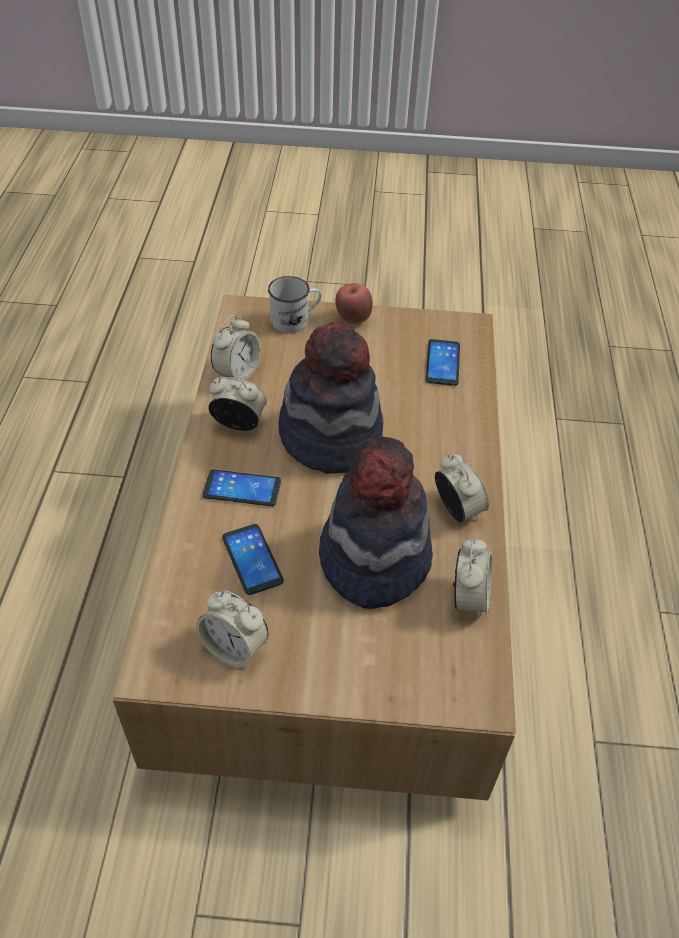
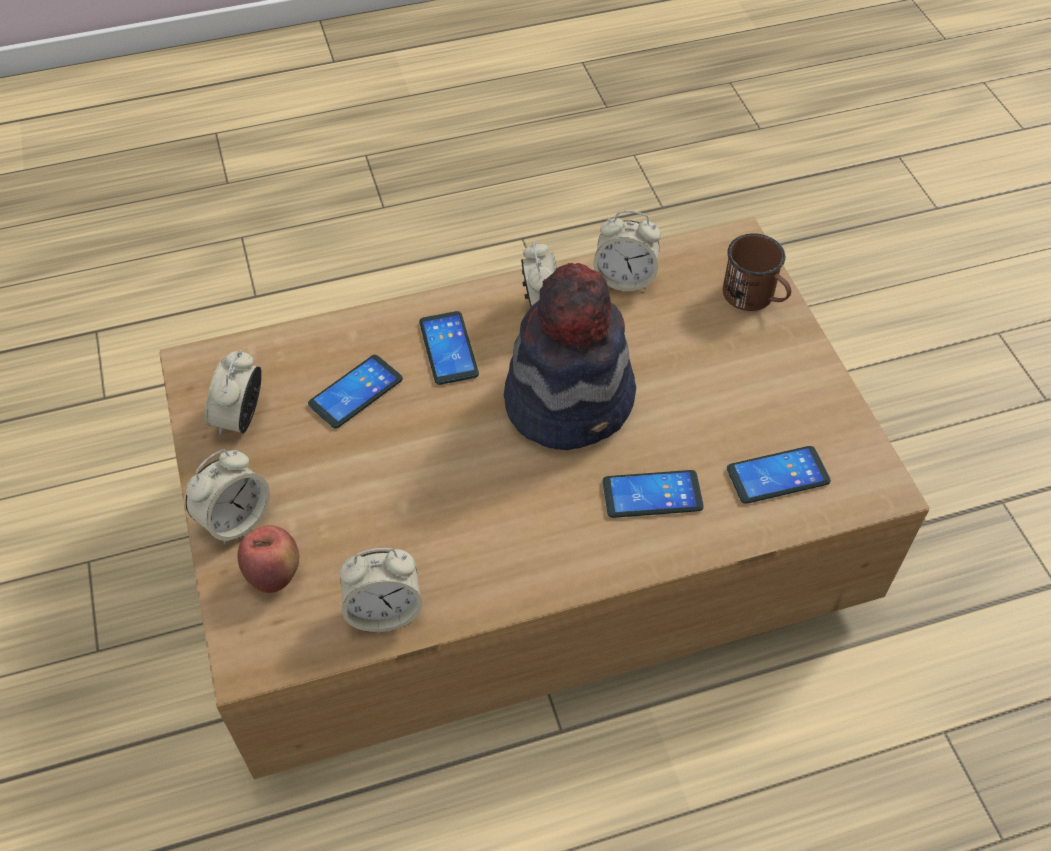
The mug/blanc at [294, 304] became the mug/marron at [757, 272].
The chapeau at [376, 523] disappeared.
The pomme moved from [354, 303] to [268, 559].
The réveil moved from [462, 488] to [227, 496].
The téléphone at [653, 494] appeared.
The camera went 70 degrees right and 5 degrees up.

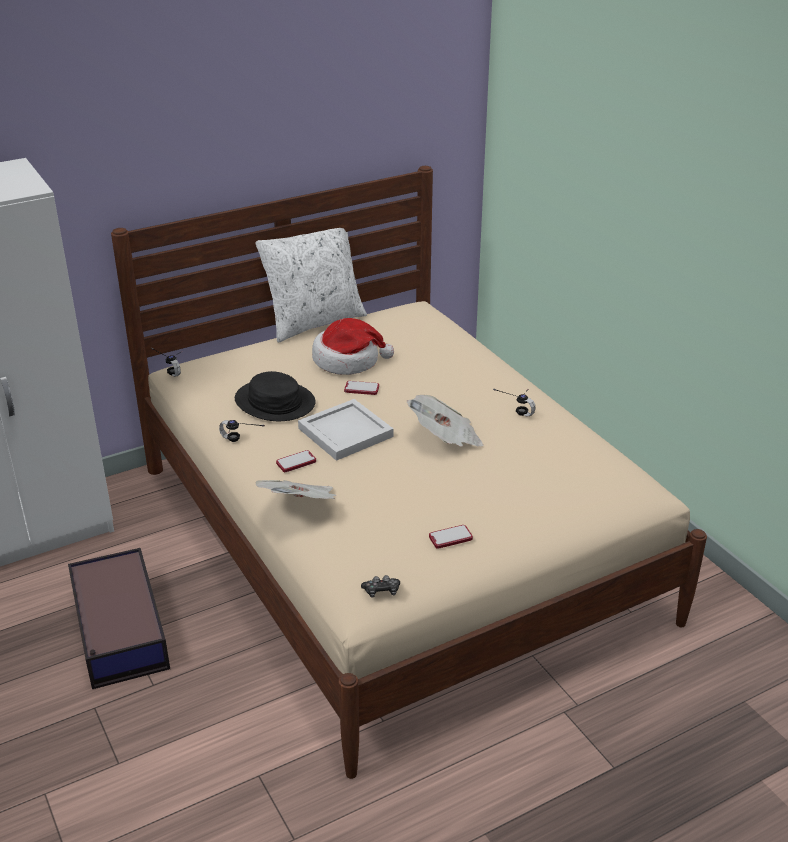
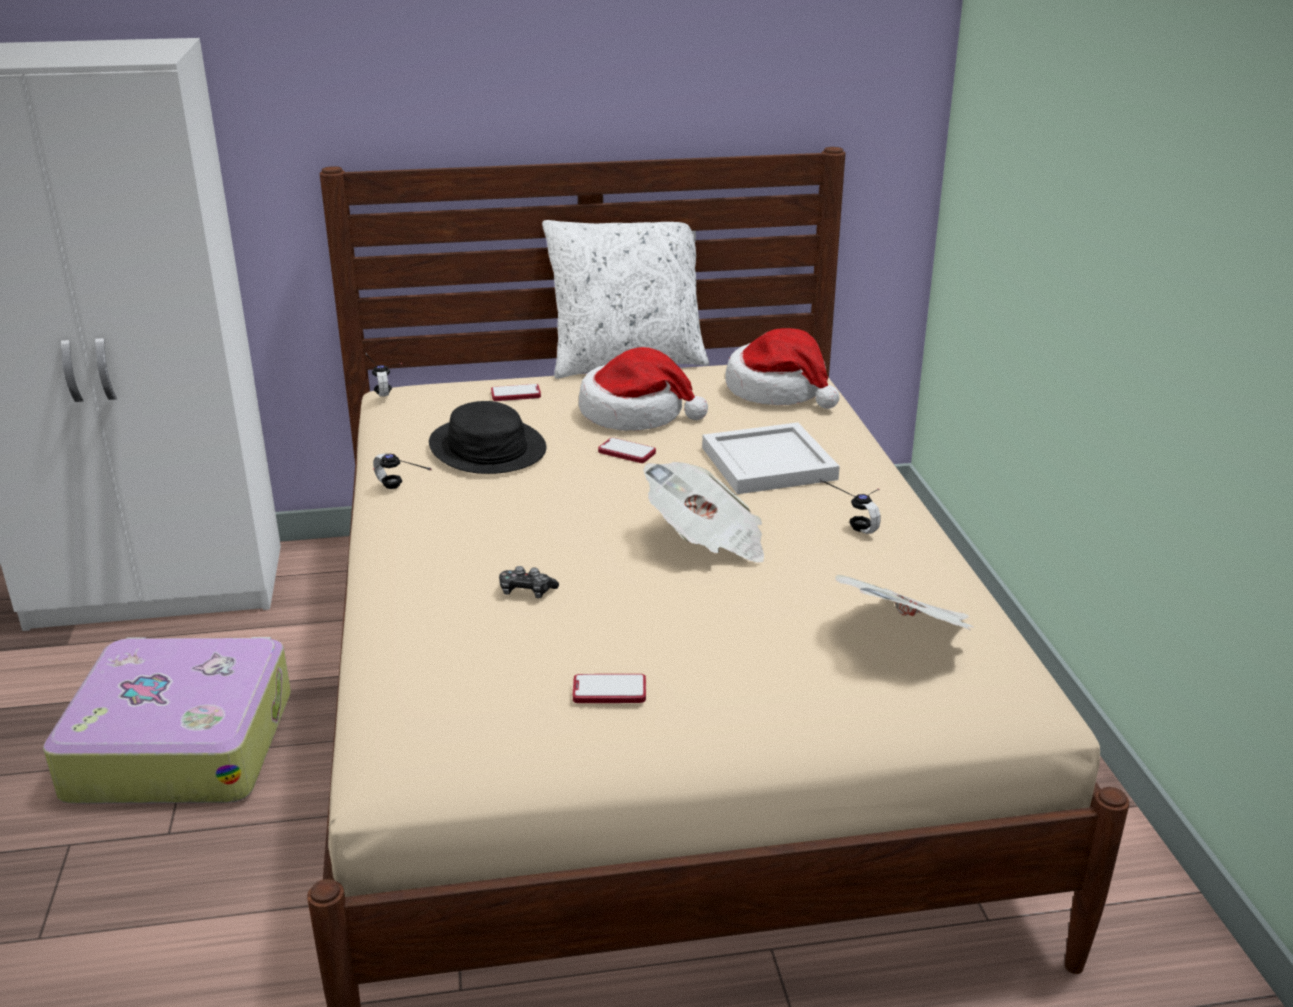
The boîte de rangement at [119, 618] was replaced by the valise at [167, 720].
The journal moved from [296, 489] to [904, 603].
The téléphone moved from [296, 461] to [516, 392].
The plateau/blanc moved from [346, 430] to [771, 458].
The manette moved from [380, 586] to [529, 582].
The chapeau at [782, 368] appeared.
The camera went 20 degrees right and 5 degrees down.

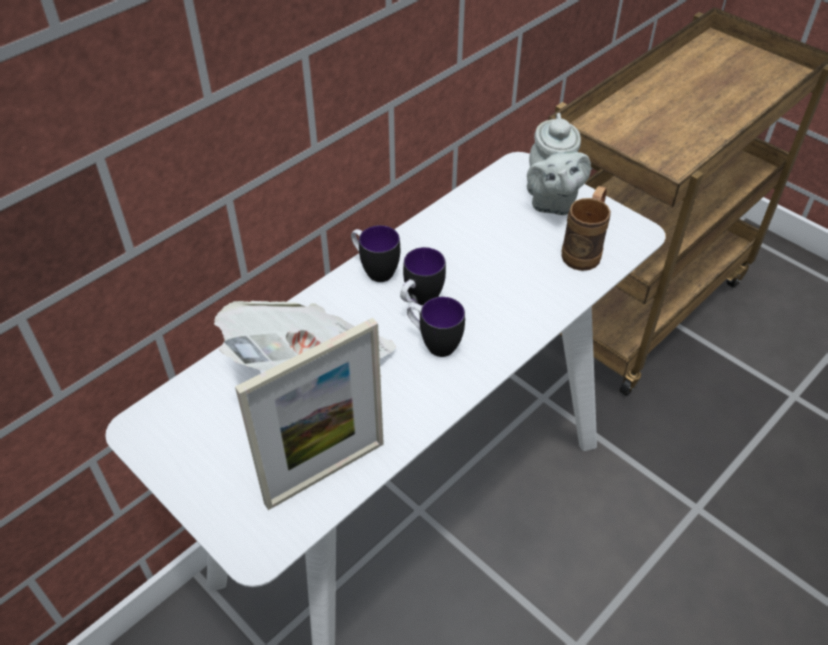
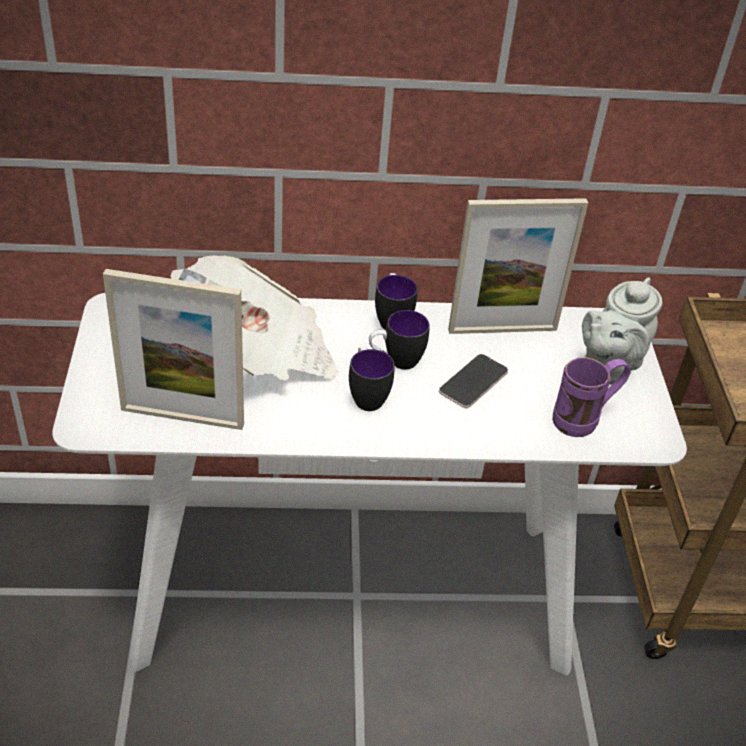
The mug/marron at [586, 228] became the mug/violet at [591, 397].
The téléphone at [473, 381] appeared.
The cadre photo at [518, 266] appeared.
The camera went 40 degrees right and 5 degrees down.

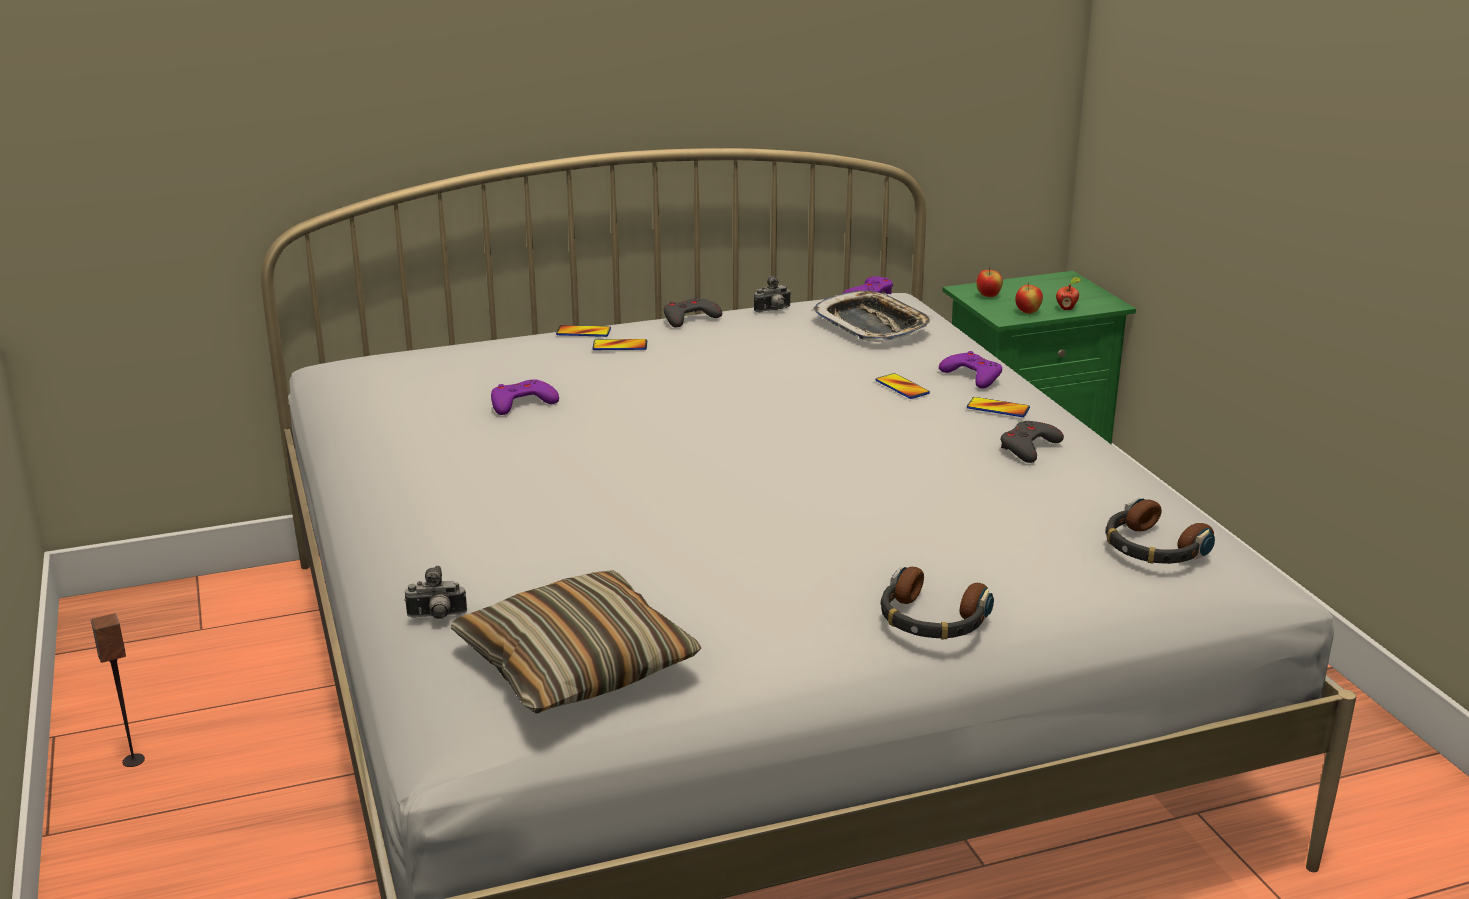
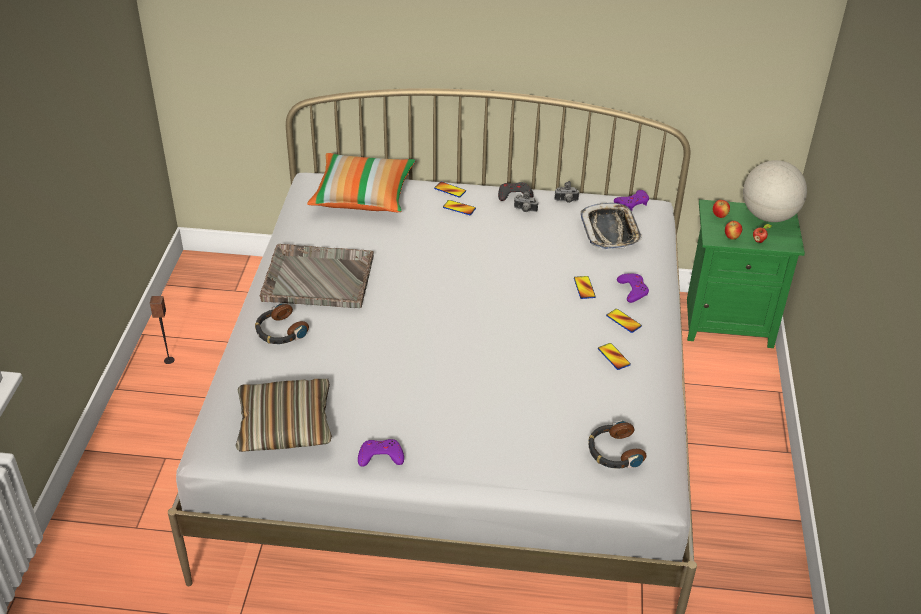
The appareil photo moved from [435, 592] to [526, 201].
The manette/violet moved from [525, 397] to [381, 452].
The casque audio moved from [937, 603] to [282, 323].
The manette/gris at [1032, 442] was replaced by the téléphone at [614, 356].
The plateau/gris at [317, 276] appeared.
The coussin at [361, 182] appeared.
The globe at [775, 191] appeared.
The camera went 25 degrees right and 15 degrees up.

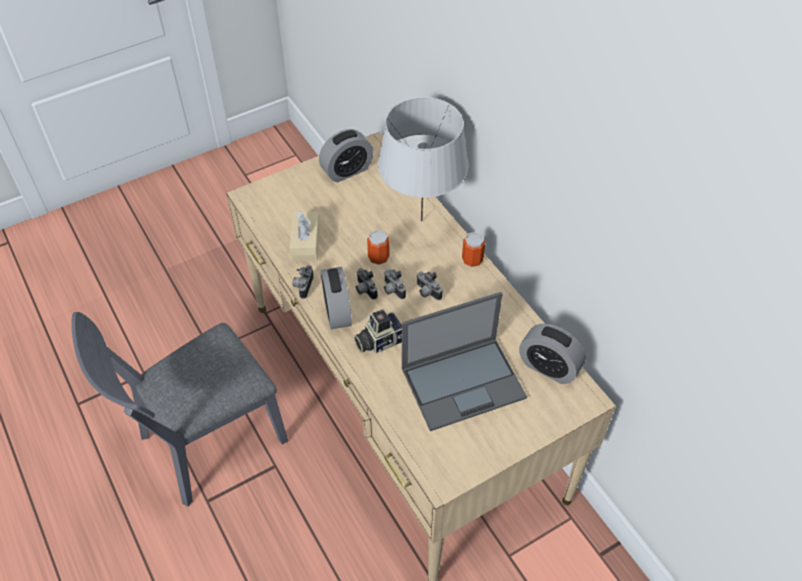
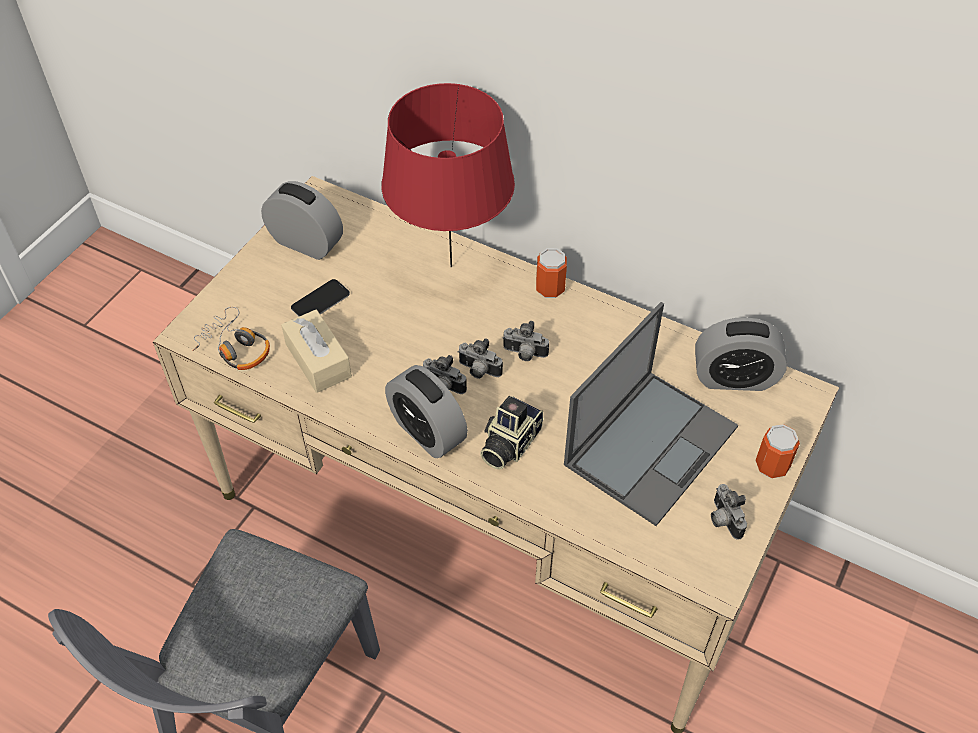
The appareil photo moved from [303, 282] to [729, 512].
The réveil at [346, 155] turned 90 degrees counterclockwise.
The boîte métallique moved from [378, 247] to [777, 451].
The lampe de table/gris at [423, 159] became the lampe de table/rouge at [448, 175].
The casque audio at [231, 338] appeared.
The téléphone at [320, 297] appeared.
The camera went 30 degrees left and 0 degrees up.

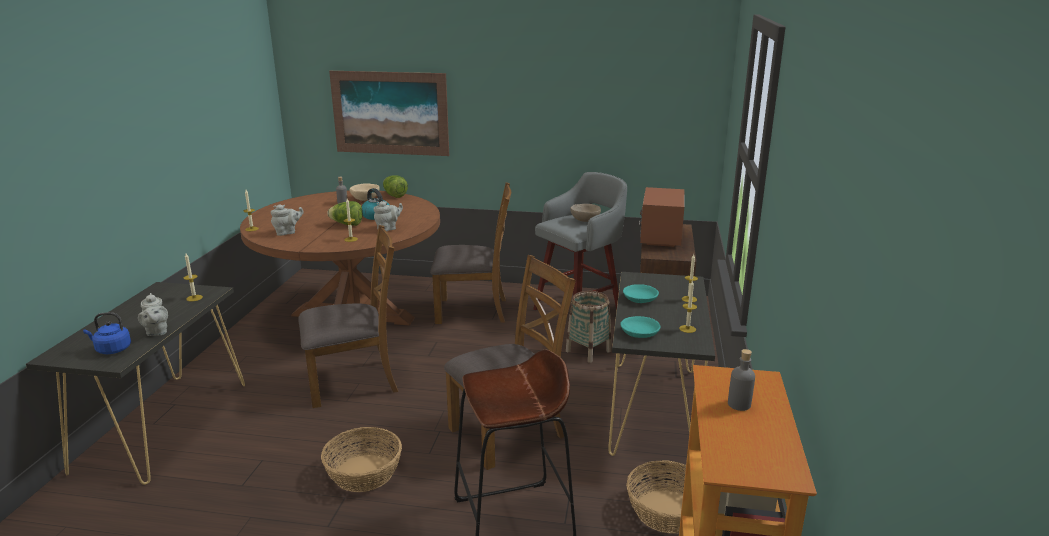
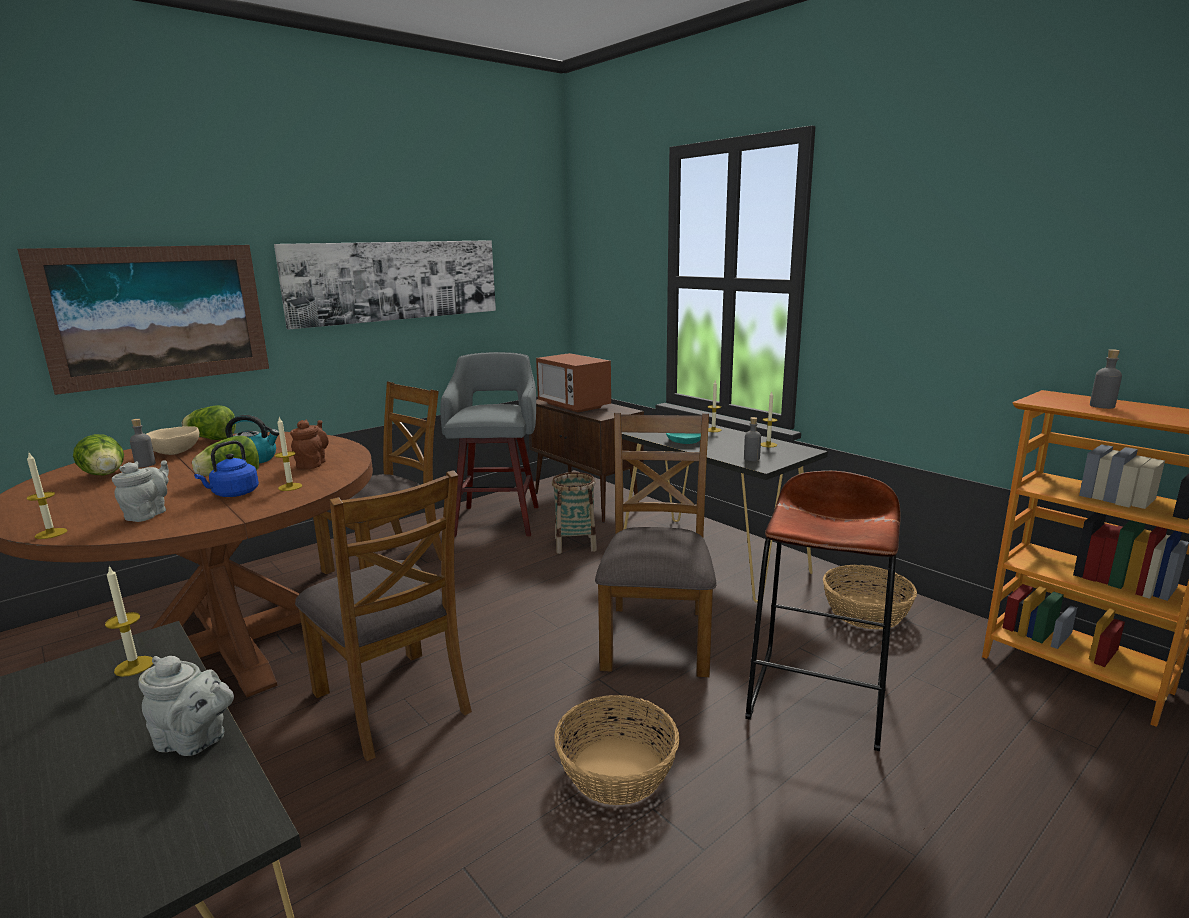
The bouilloire/bleu moved from [107, 333] to [226, 469].
The chaise/marron at [348, 316] turned 120 degrees clockwise.
The théière/gris at [388, 216] became the théière/marron at [309, 444].
The bol/beige at [585, 213] disappeared.
The bol/turquoise at [640, 327] was replaced by the bouteille/gris at [752, 439].
The laitue at [98, 454] appeared.
The tableau at [385, 284] appeared.
The camera went 50 degrees left and 5 degrees down.

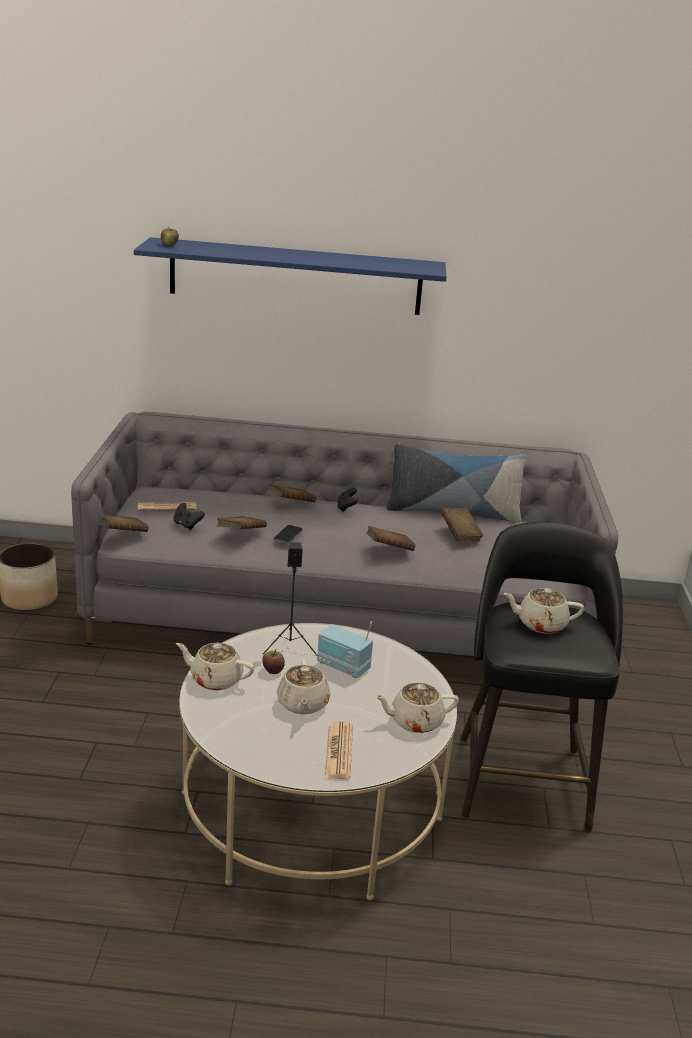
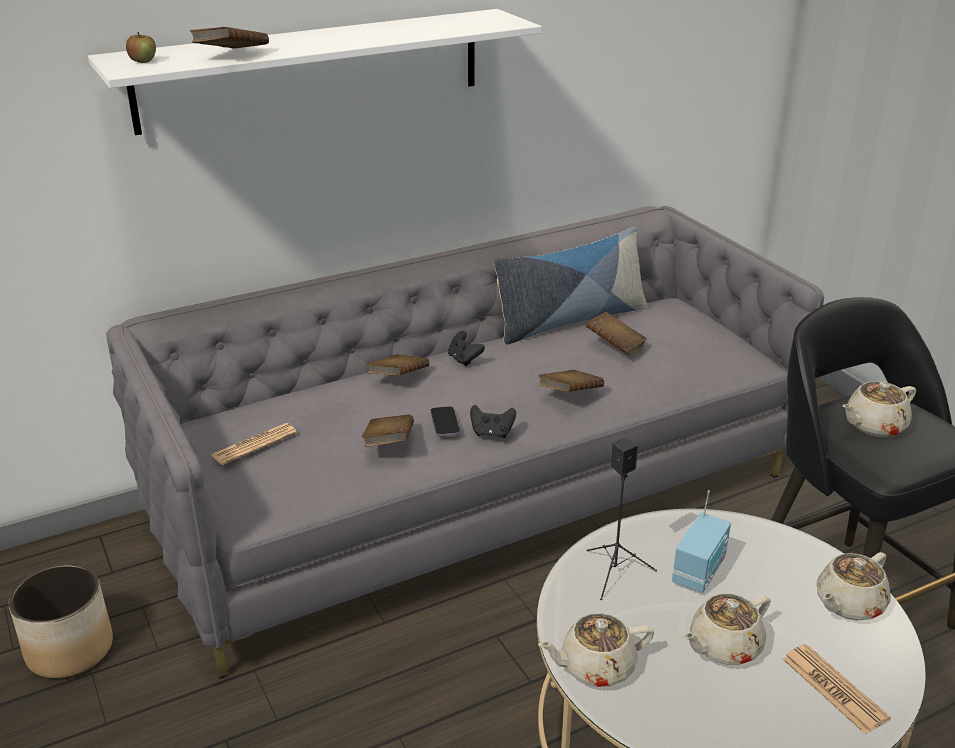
The livre/marron moved from [124, 523] to [229, 37].
The étagère/bleu at [290, 276] became the étagère/blanc at [315, 72].
The manette/noir moved from [189, 516] to [493, 421].
The pomme at [273, 661] disappeared.
The théière/beige at [303, 686] turned 90 degrees clockwise.
The radio at [345, 650] turned 60 degrees counterclockwise.
The camera went 30 degrees left and 5 degrees up.

